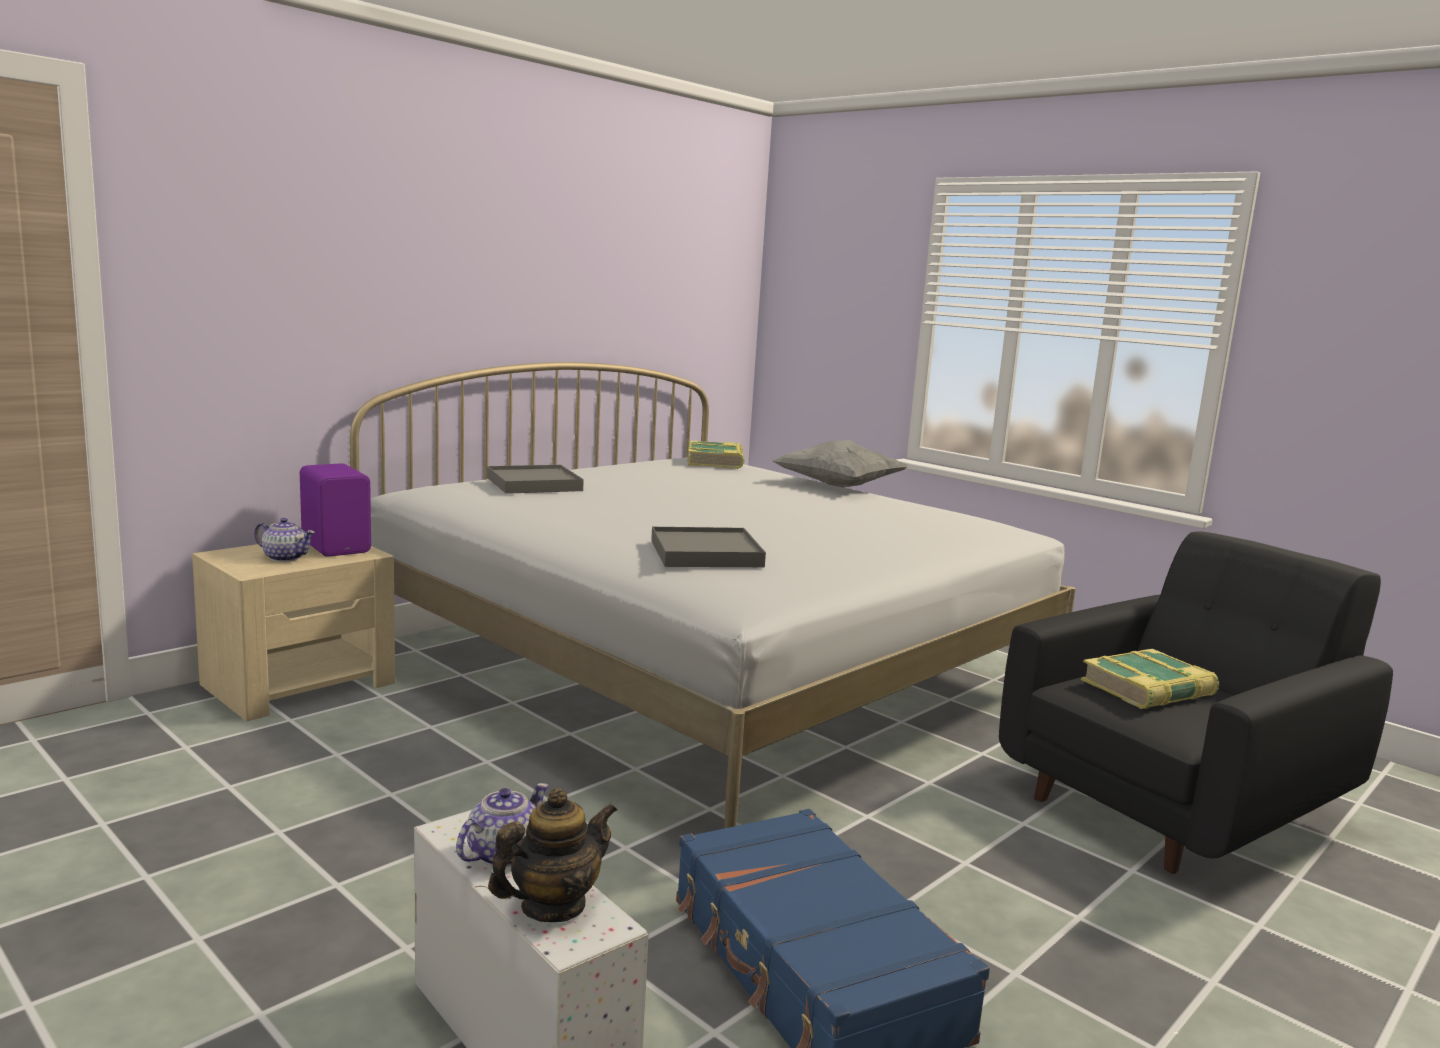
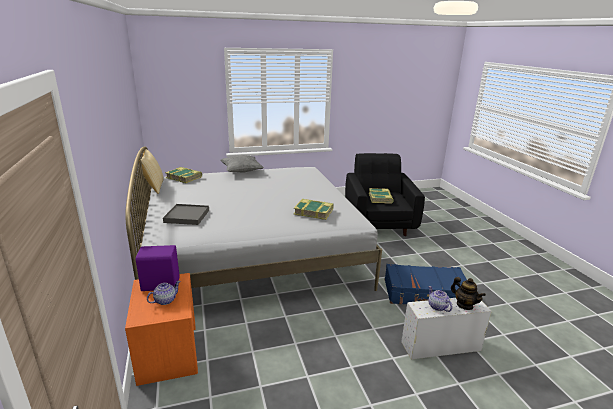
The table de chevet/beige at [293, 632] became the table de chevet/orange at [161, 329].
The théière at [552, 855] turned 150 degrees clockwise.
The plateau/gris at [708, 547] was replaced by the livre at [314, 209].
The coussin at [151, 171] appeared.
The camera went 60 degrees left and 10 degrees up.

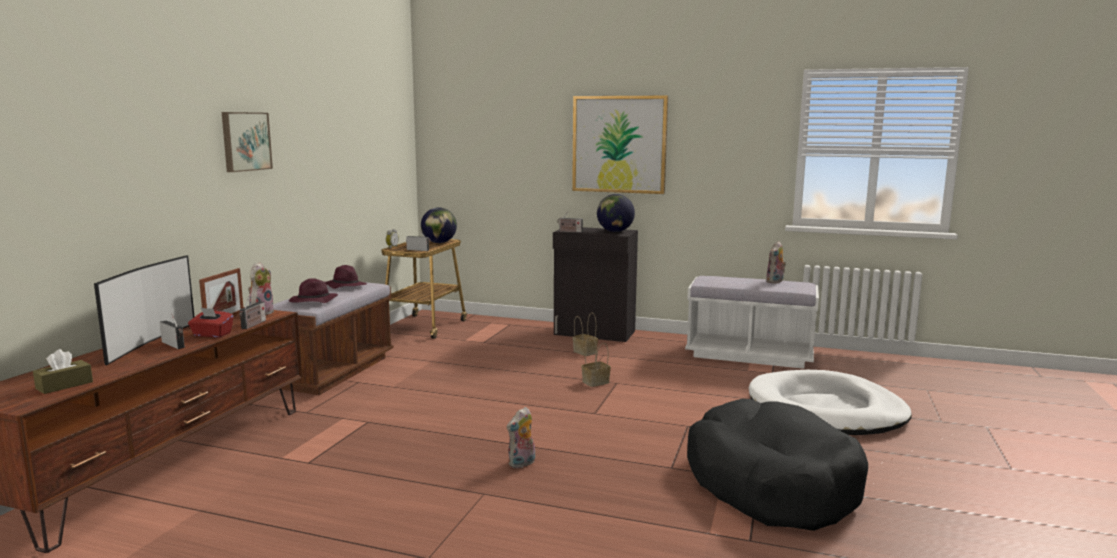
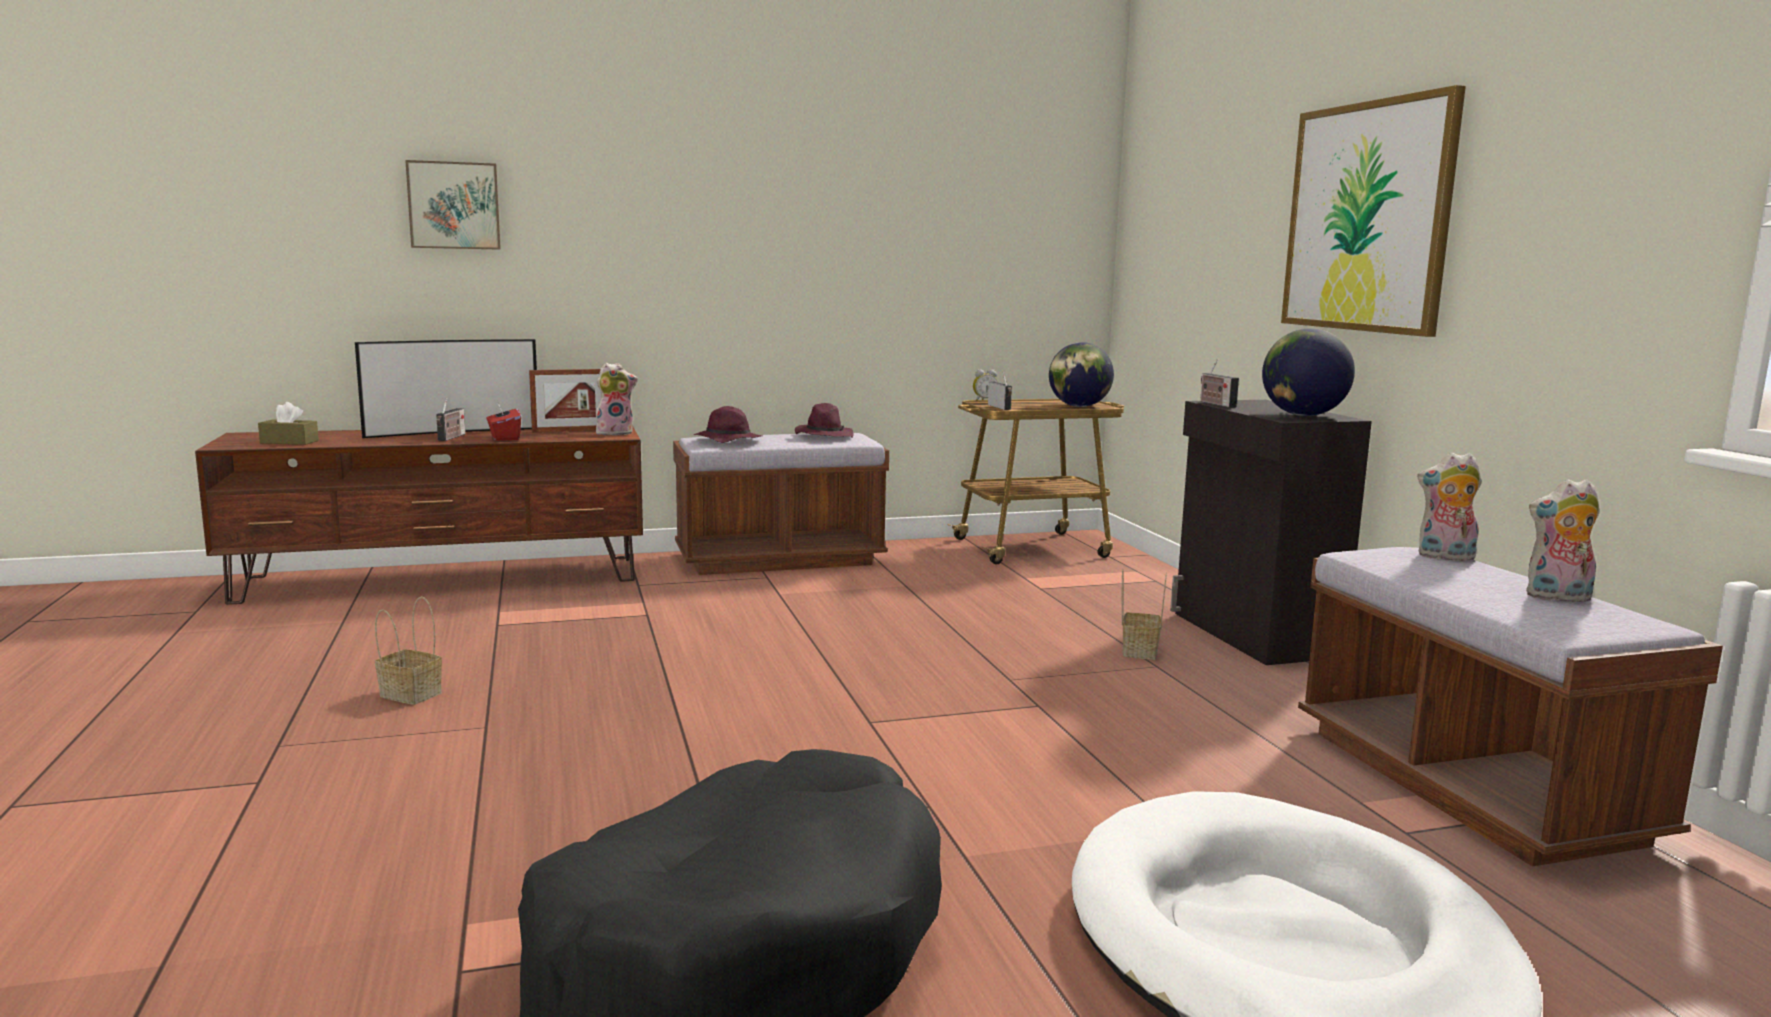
The tableau moved from [247, 142] to [453, 205].
The radio at [252, 312] disappeared.
The peluche moved from [521, 437] to [1449, 507].
The panier moved from [596, 362] to [408, 650].
The banc/blanc at [752, 322] became the banc/marron at [1510, 707].
The camera went 55 degrees right and 0 degrees up.

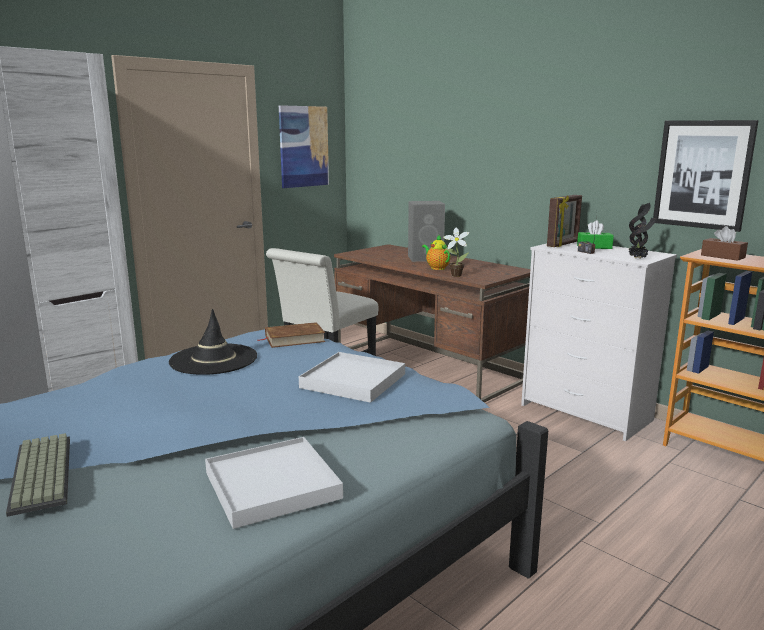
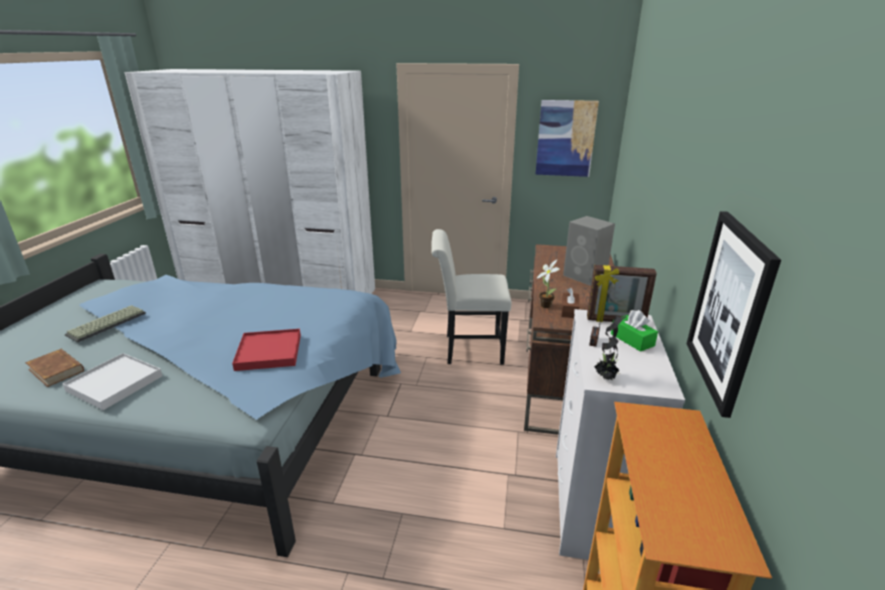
The chapeau/noir at [213, 342] disappeared.
The livre/marron moved from [291, 335] to [54, 368].
The plateau/blanc at [352, 377] became the plateau/rouge at [266, 350].
The théière at [436, 252] disappeared.
The boîte à mouchoirs/marron moved from [724, 243] to [570, 303].
The camera went 55 degrees right and 10 degrees up.

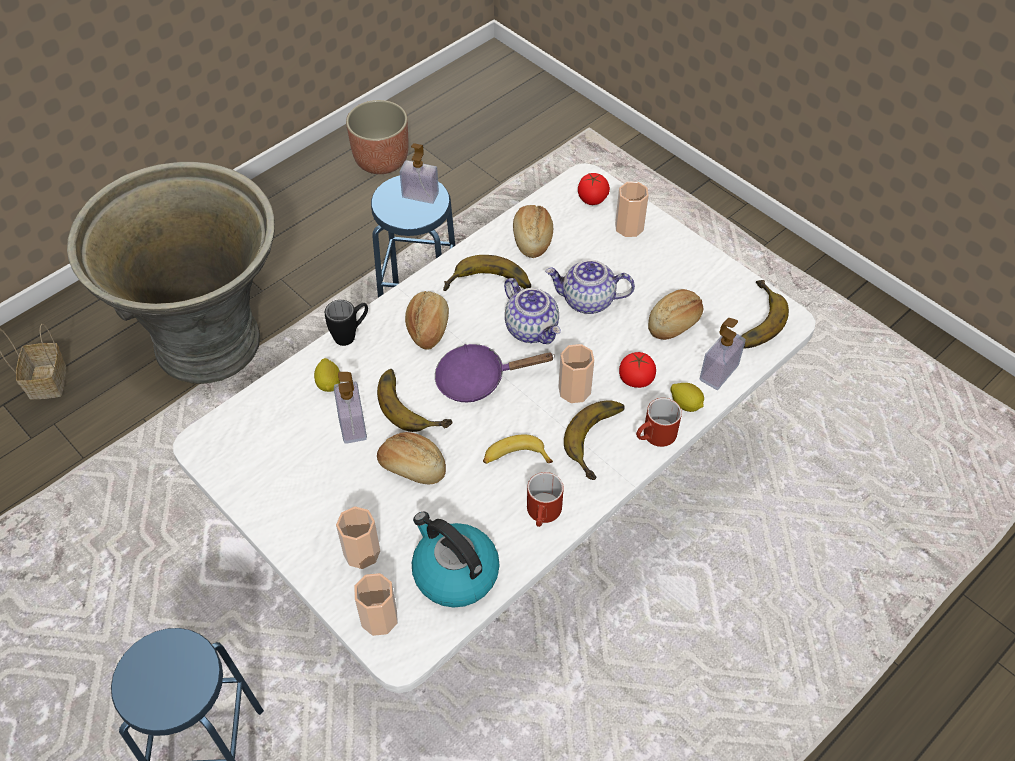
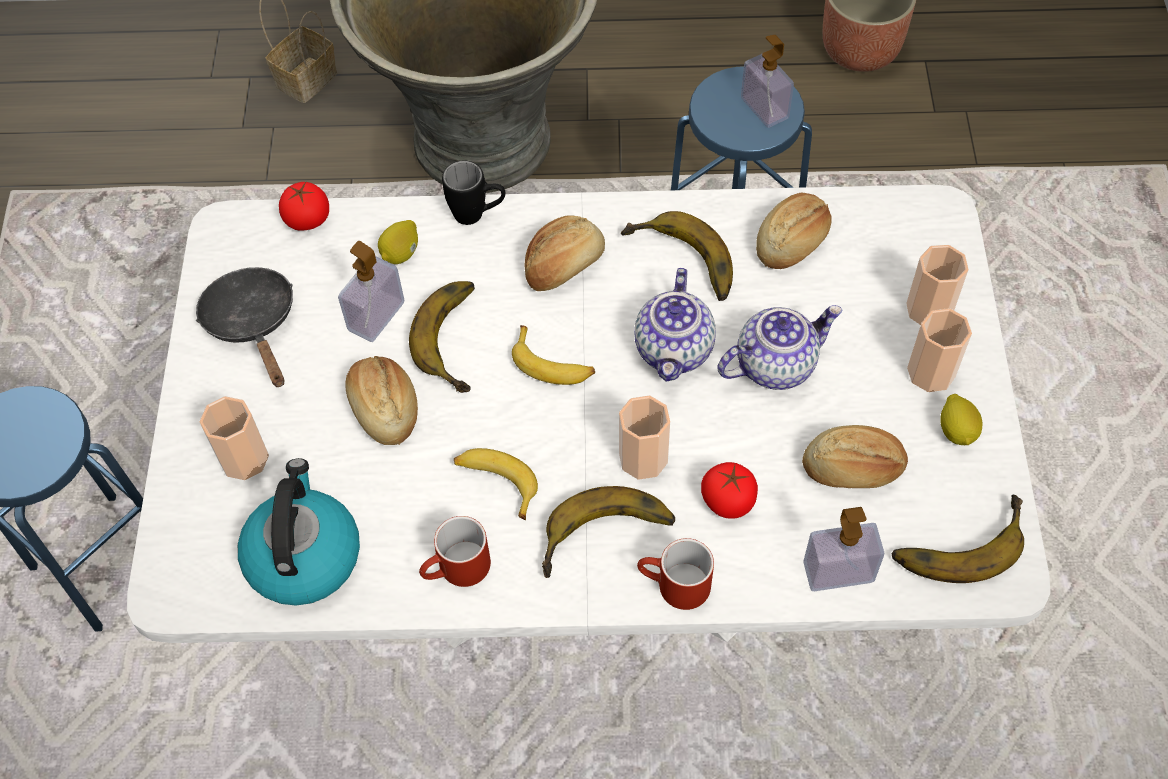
The tasse moved from [376, 604] to [939, 350].
The poêle/violet at [495, 373] was replaced by the banane at [553, 355].
The théière at [590, 286] turned 105 degrees clockwise.
The tomate moved from [594, 189] to [304, 206].
The citron moved from [687, 397] to [961, 419].
The poêle/noir at [244, 327] appeared.
The camera went 45 degrees right and 5 degrees up.

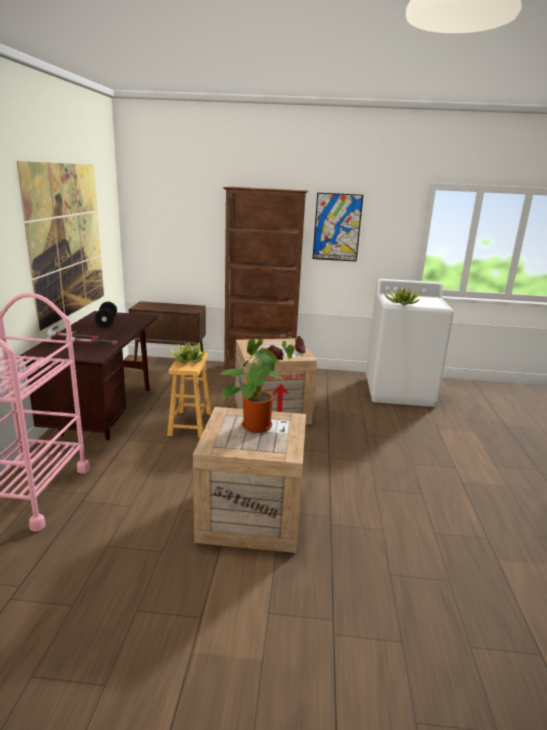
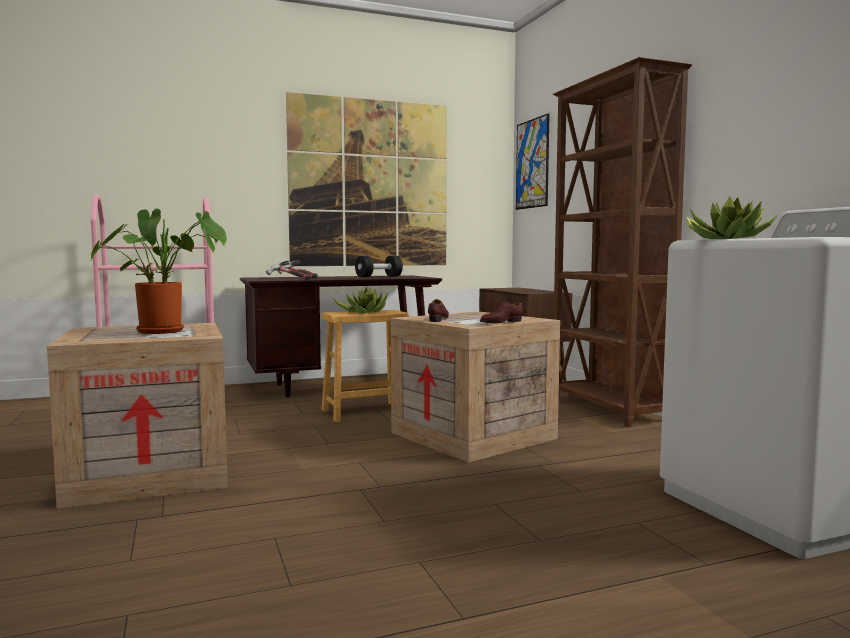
The tableau moved from [338, 227] to [533, 161].
The camera went 65 degrees right and 15 degrees down.

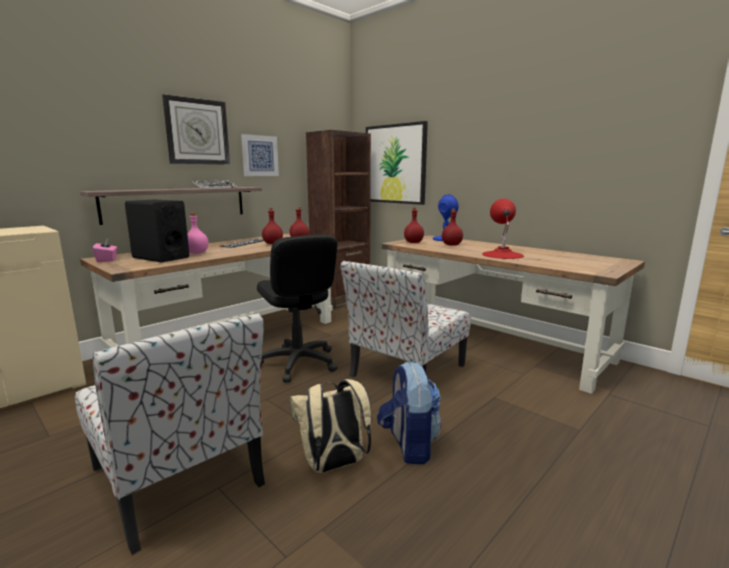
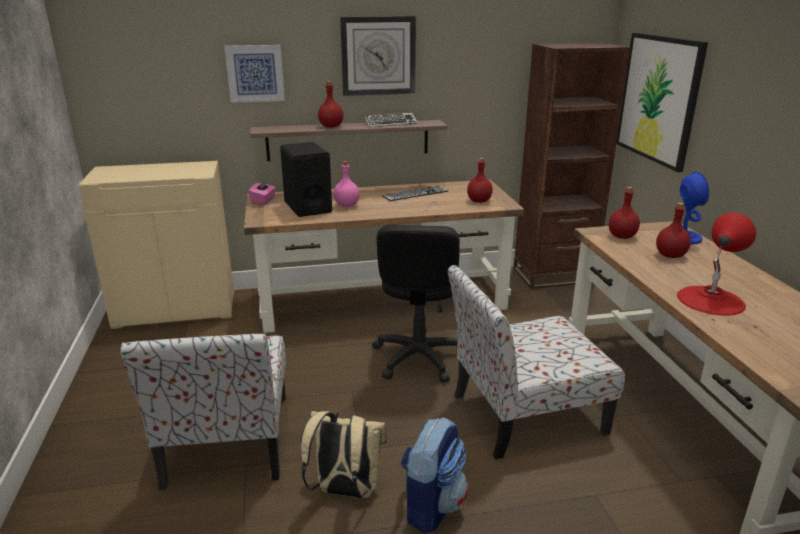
The tableau moved from [260, 155] to [254, 74].
The bouteille/rouge moved from [272, 226] to [330, 104].
The camera went 35 degrees right and 10 degrees up.

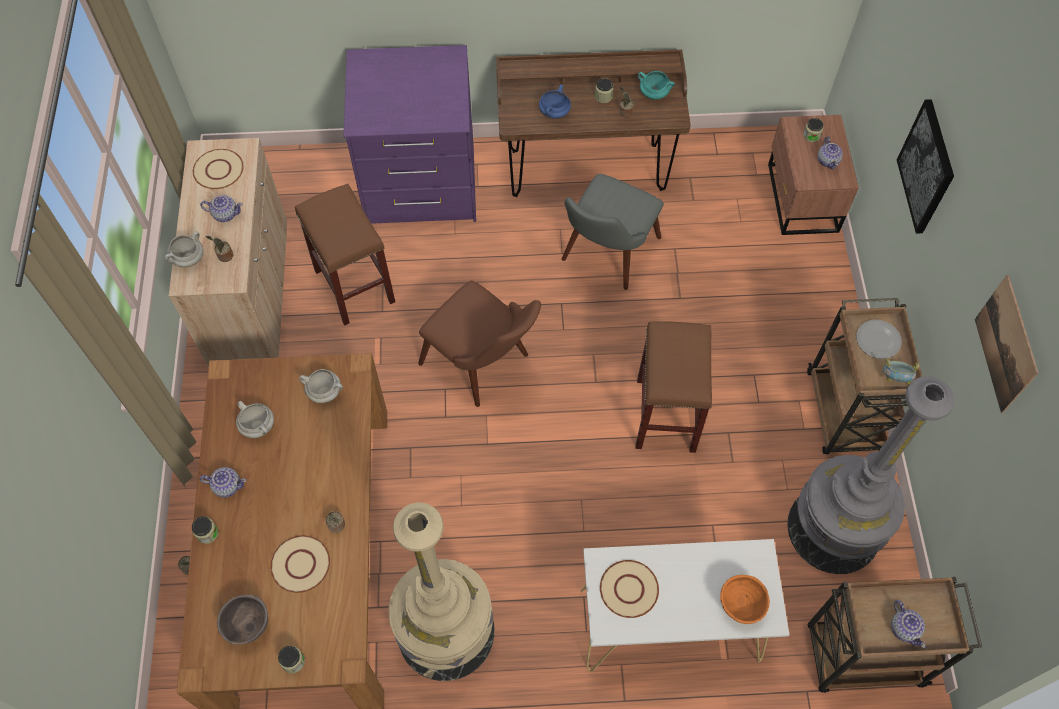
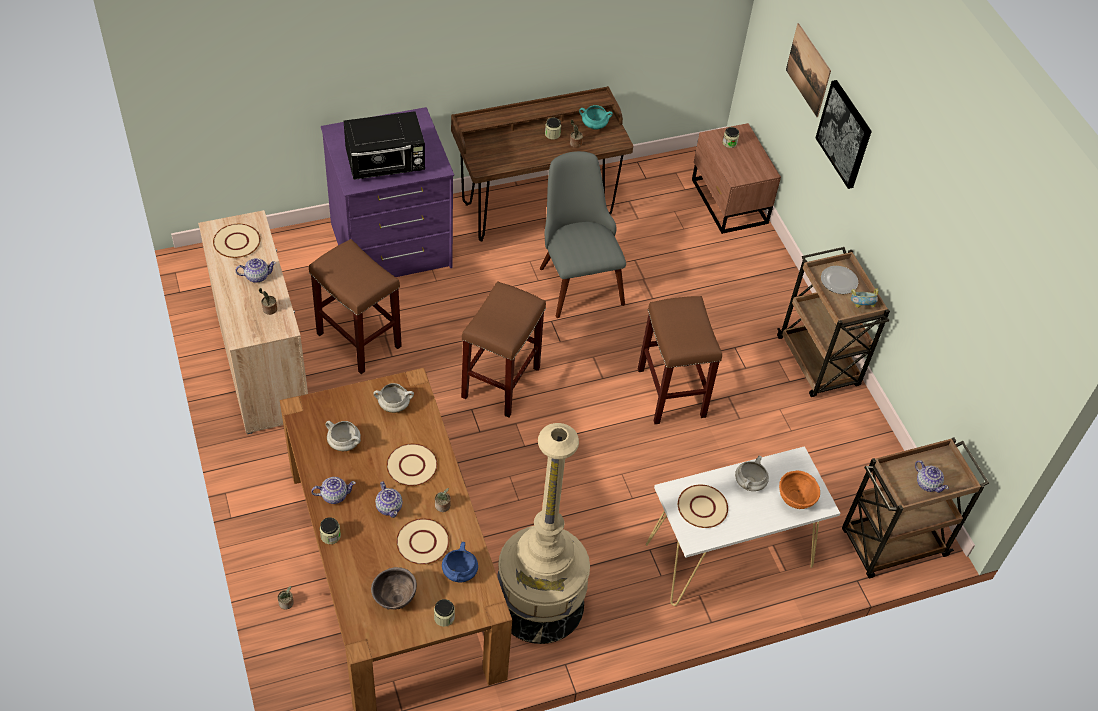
The marmite/blanc moved from [184, 249] to [752, 473].
The chaise/marron at [479, 344] was replaced by the tabouret/marron at [503, 349].
The marmite/bleu moved from [555, 101] to [460, 562].
The chaise/gris at [613, 232] turned 150 degrees clockwise.
The lampadaire/gris at [870, 475] disappeared.
The théière moved from [830, 152] to [389, 499].
The tableau moved from [1006, 344] to [808, 70].
The micro-ondes/noir at [384, 145] appeared.
The assiette/beige at [412, 464] appeared.
The camera went 20 degrees left and 10 degrees down.

